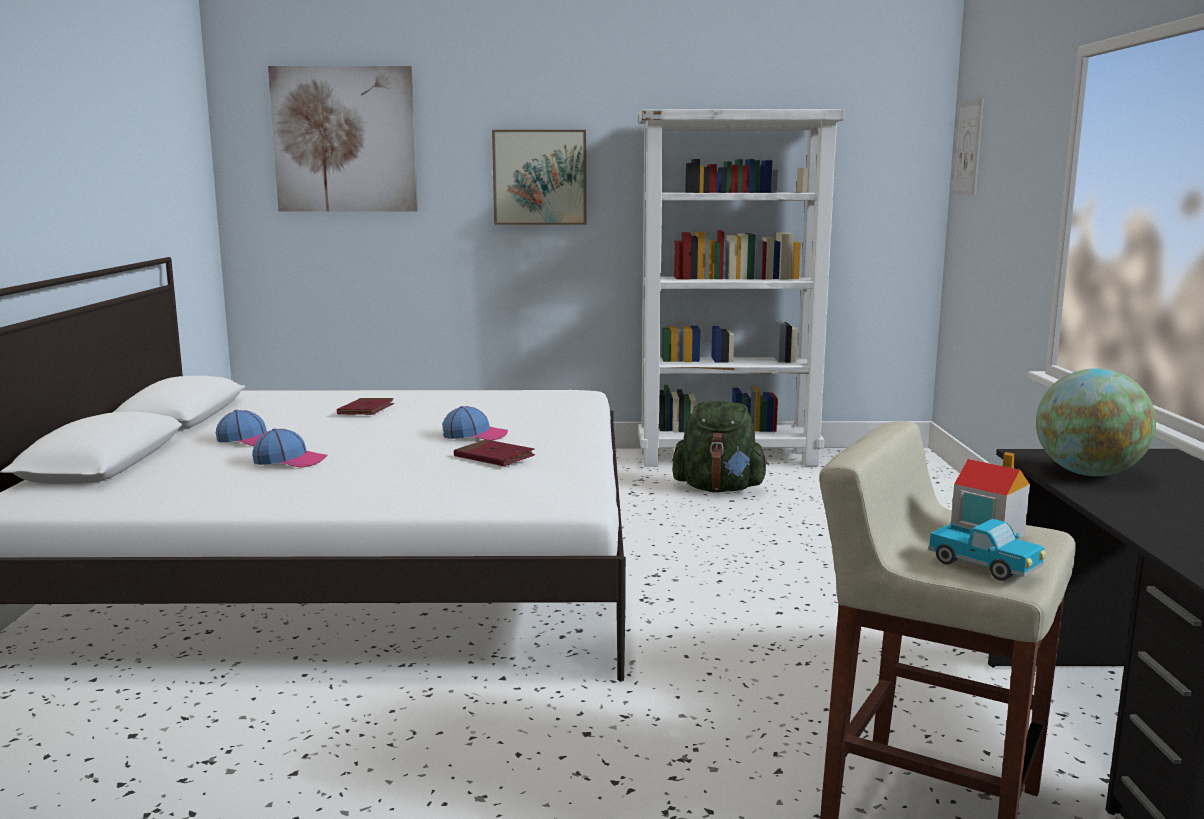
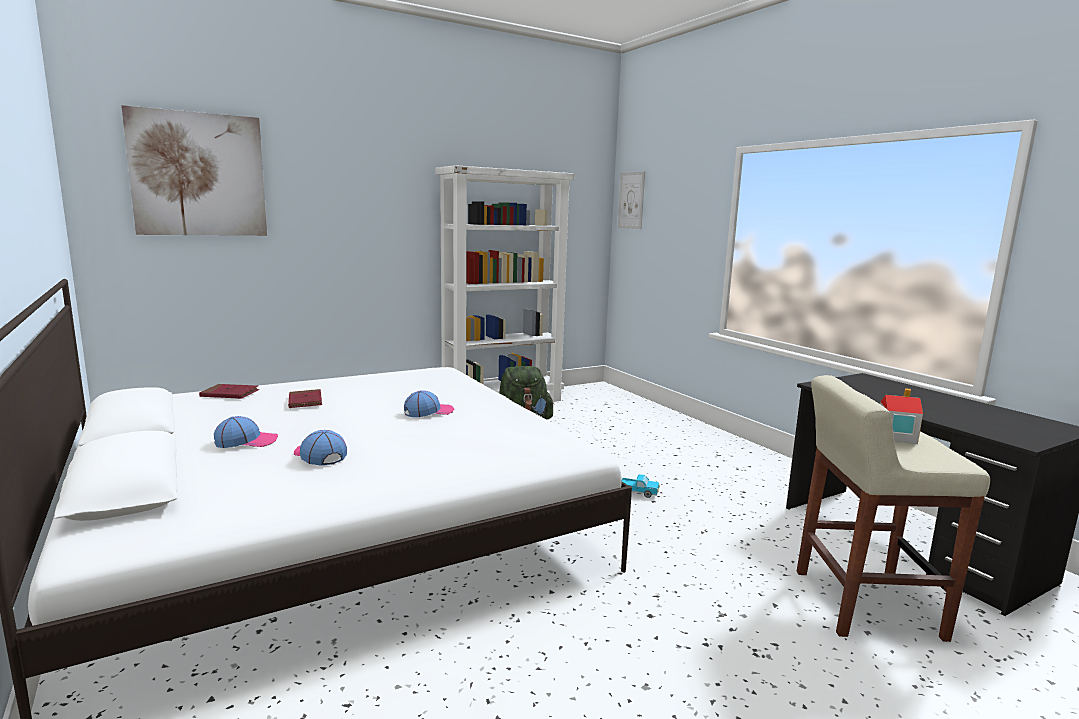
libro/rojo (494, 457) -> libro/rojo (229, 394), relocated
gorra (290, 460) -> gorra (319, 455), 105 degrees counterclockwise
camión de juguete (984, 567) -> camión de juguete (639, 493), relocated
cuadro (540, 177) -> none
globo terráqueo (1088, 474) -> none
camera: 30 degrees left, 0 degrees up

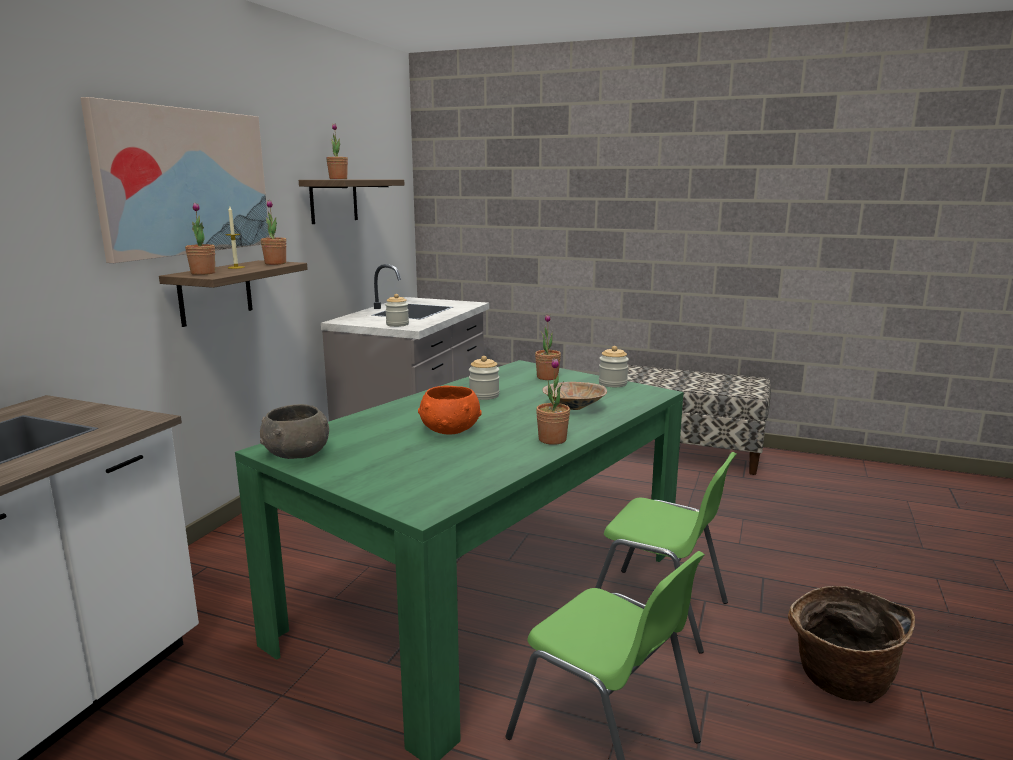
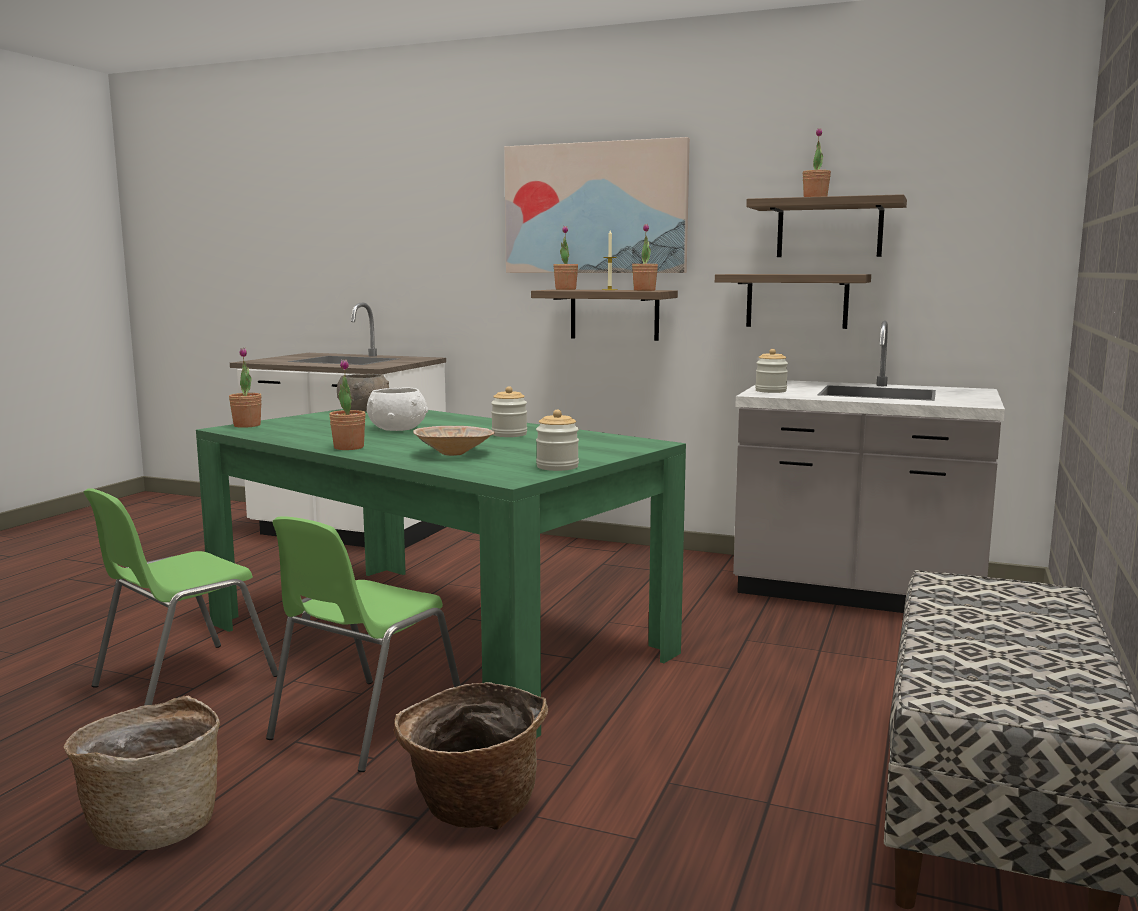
planta en maceta (547, 377) -> planta en maceta (247, 425), relocated
cuenco/naranja (449, 430) -> cuenco/blanco (397, 429)
none -> cesta (472, 808)
none -> estante (797, 301)
camera: 90 degrees right, 5 degrees down

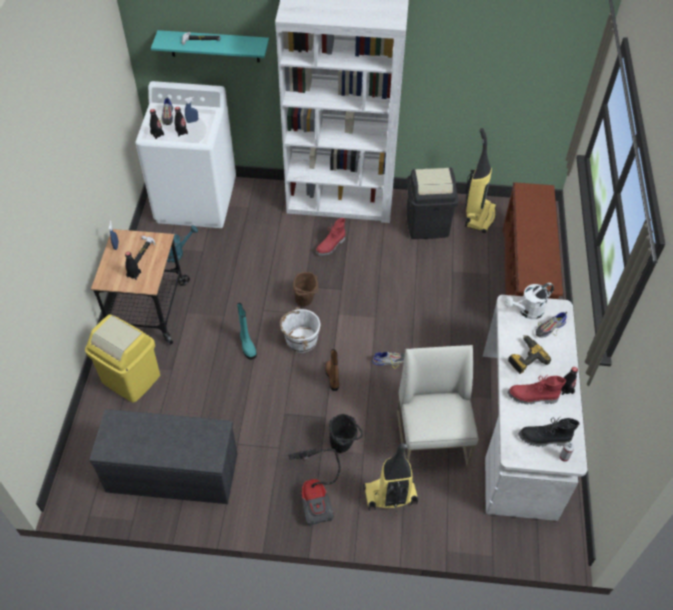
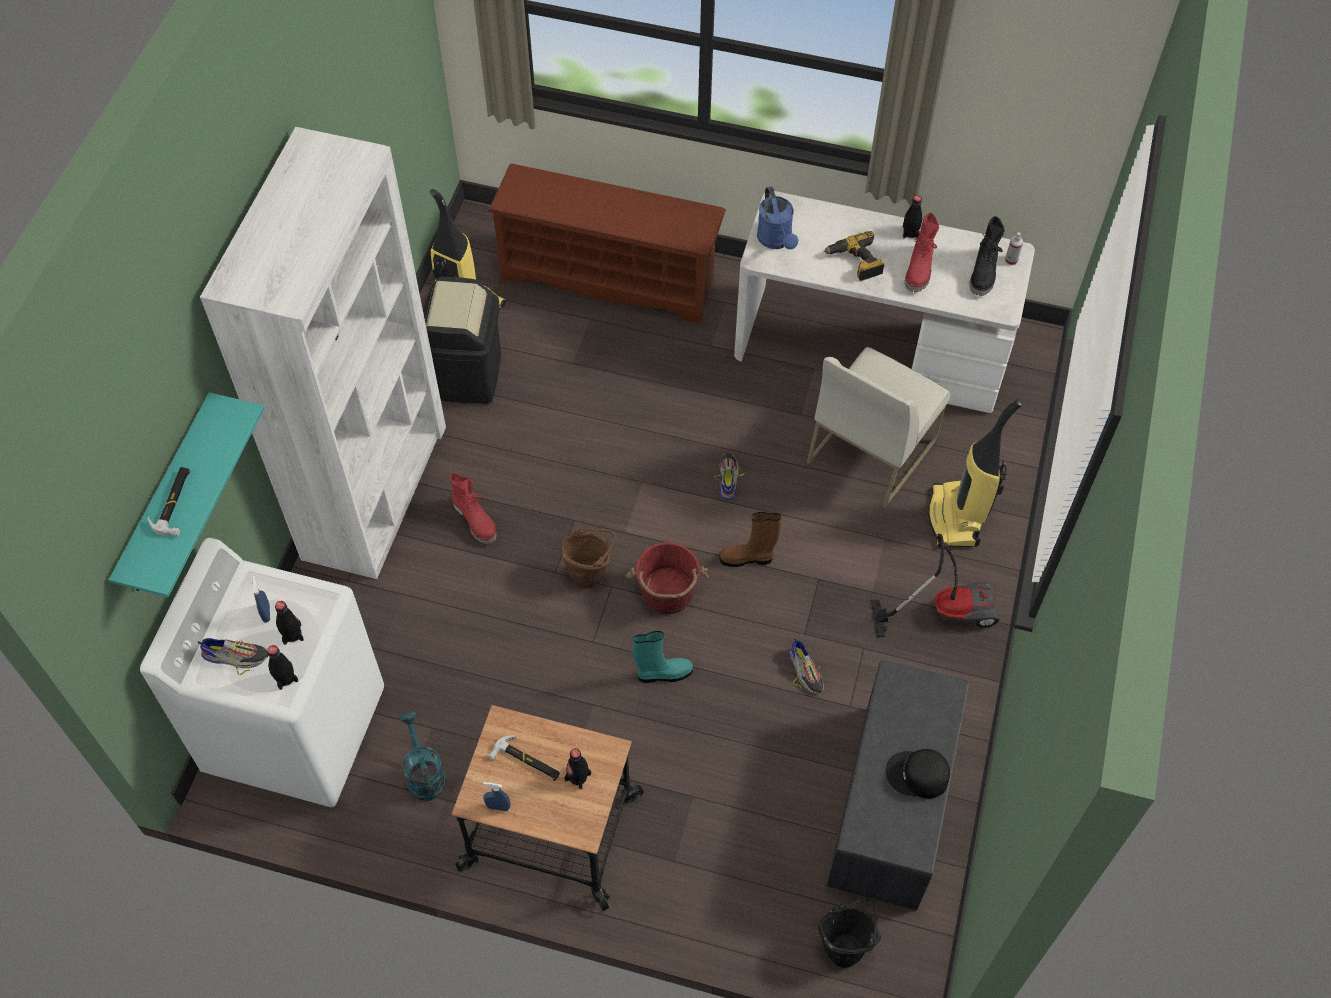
cubo/blanco (300, 340) -> cubo/rojo (667, 593)
regadera/blanco (527, 311) -> regadera/azul (776, 241)
zapato (549, 328) -> zapato (805, 671), relocated
silla/blanco (432, 439) -> silla/blanco (871, 450), 60 degrees counterclockwise
cubo/negro (344, 445) -> cubo/negro (846, 945), relocated
none -> gorra/negro (918, 776)
papelera/amarillo (131, 378) -> none
camera: 80 degrees left, 5 degrees up

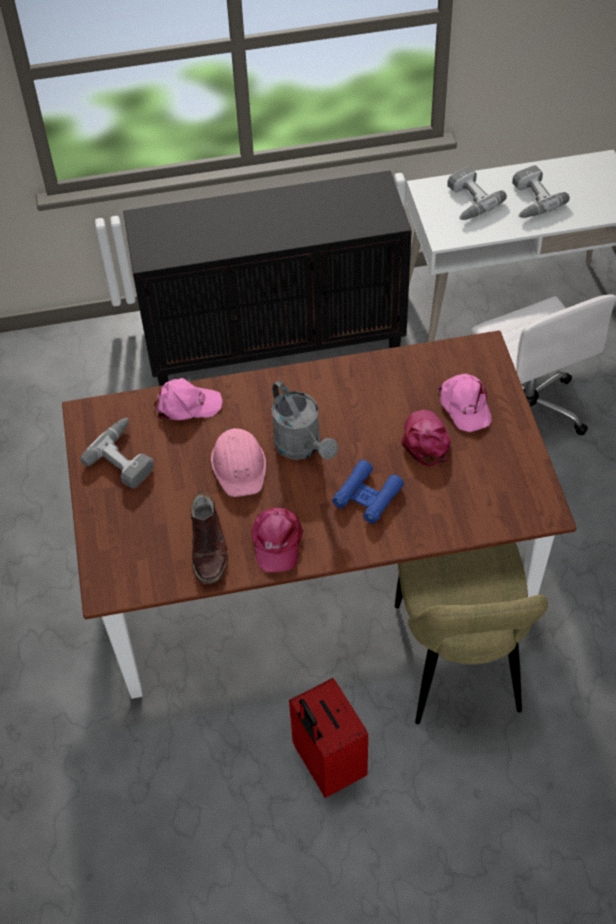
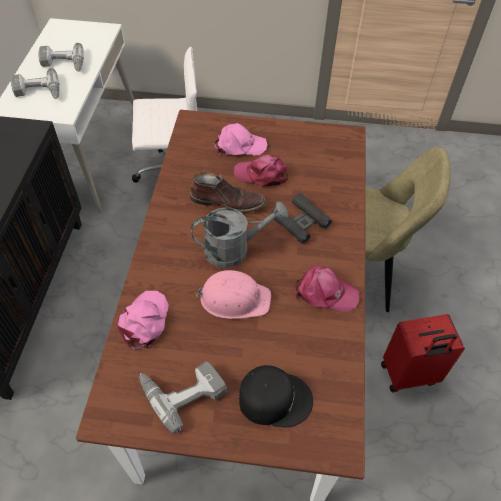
bota/marrón (209, 547) -> bota/marrón (228, 201), relocated
none -> gorra/negro (274, 397)
prismáticos/azul (367, 496) -> prismáticos/negro (300, 222)
camera: 75 degrees left, 0 degrees up

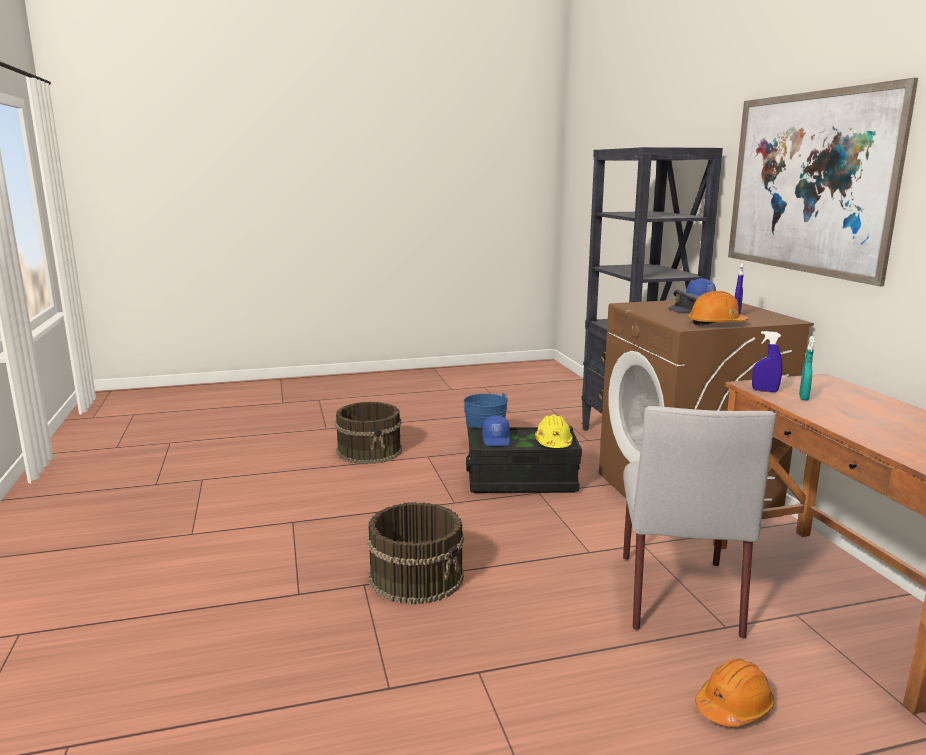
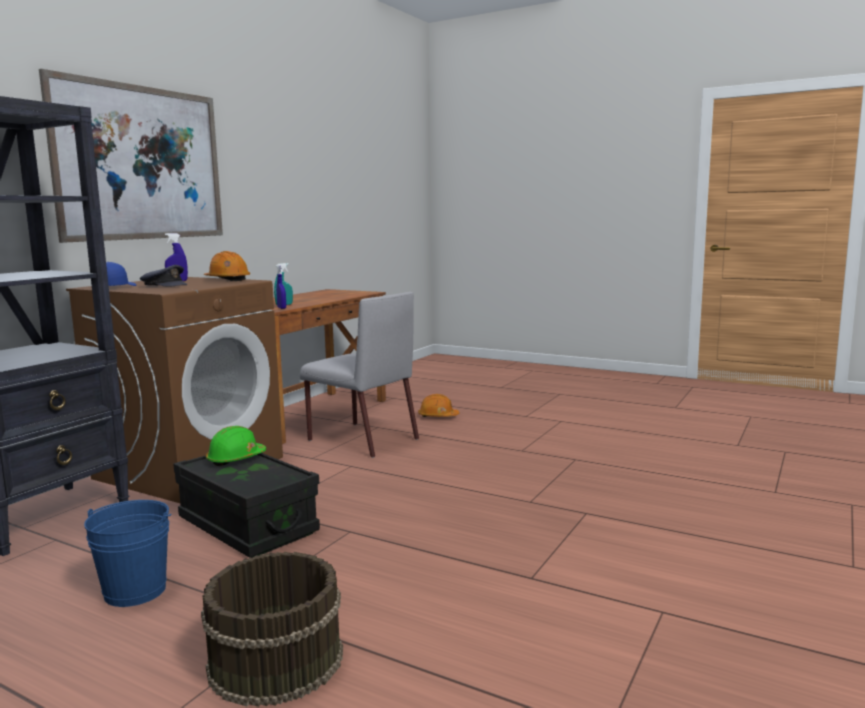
casco/amarillo (553, 443) -> casco/verde (236, 459)
silla/gris (678, 593) -> silla/gris (361, 439), 75 degrees clockwise
cubo/marrón (417, 576) -> none
gorra/azul (497, 439) -> none
camera: 135 degrees left, 5 degrees down

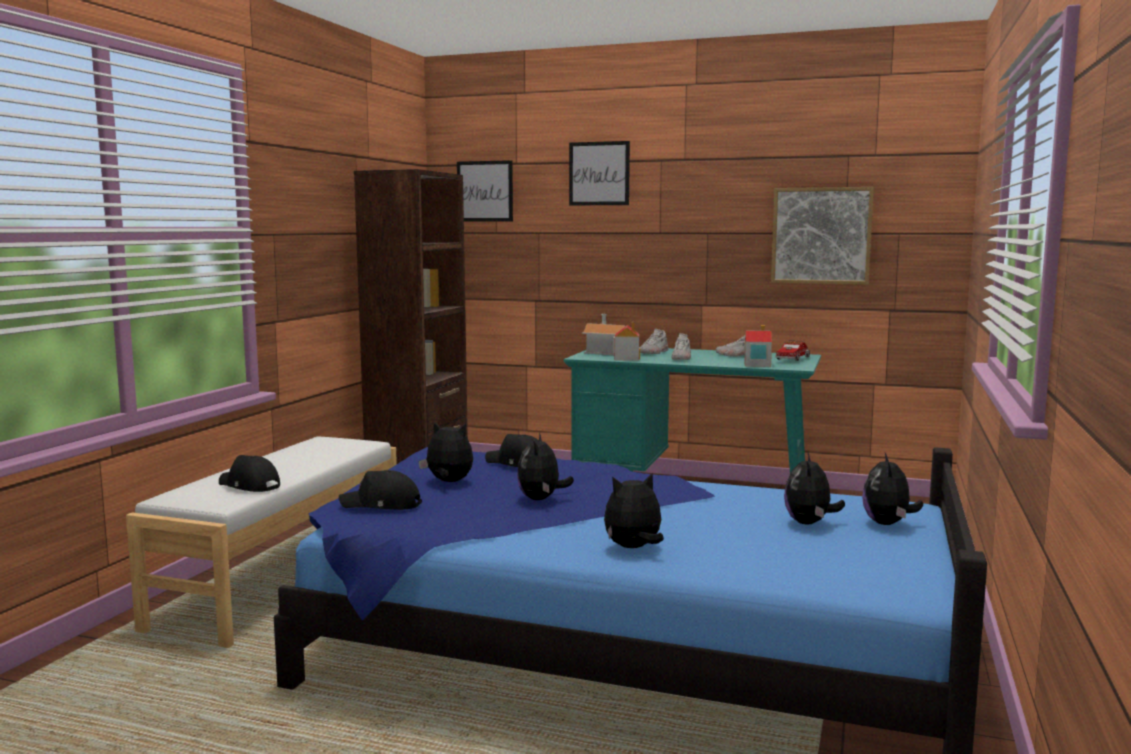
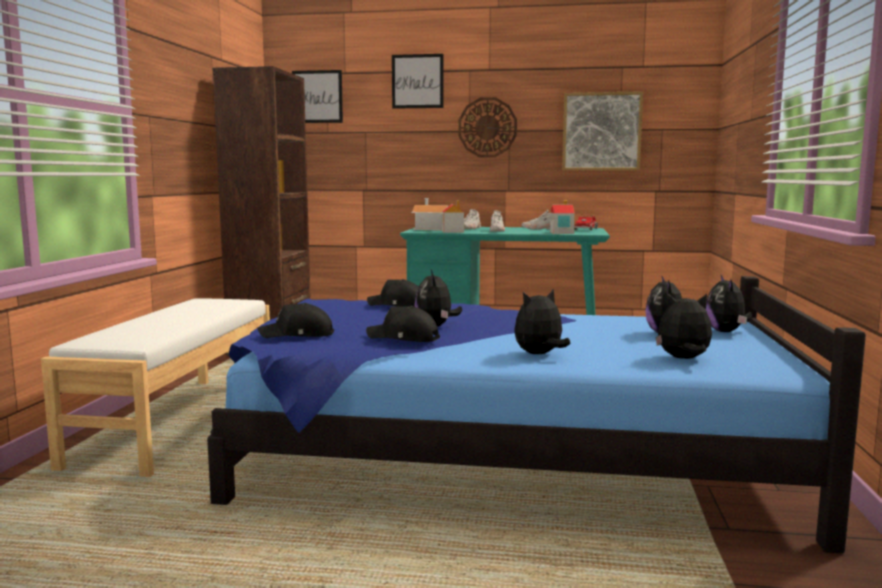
gorra/negro (249, 486) -> gorra/negro (403, 338), relocated
none -> reloj de pared (487, 127)
peluche (448, 482) -> peluche (683, 359), relocated
camera: 10 degrees left, 0 degrees up

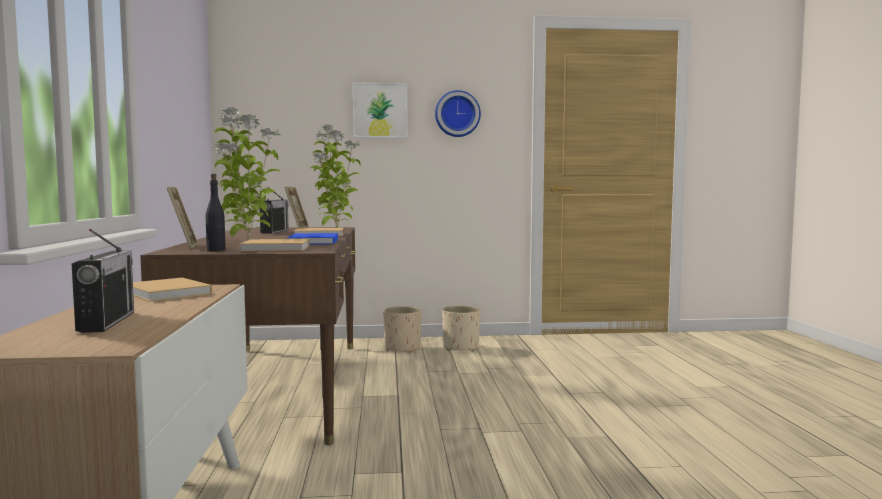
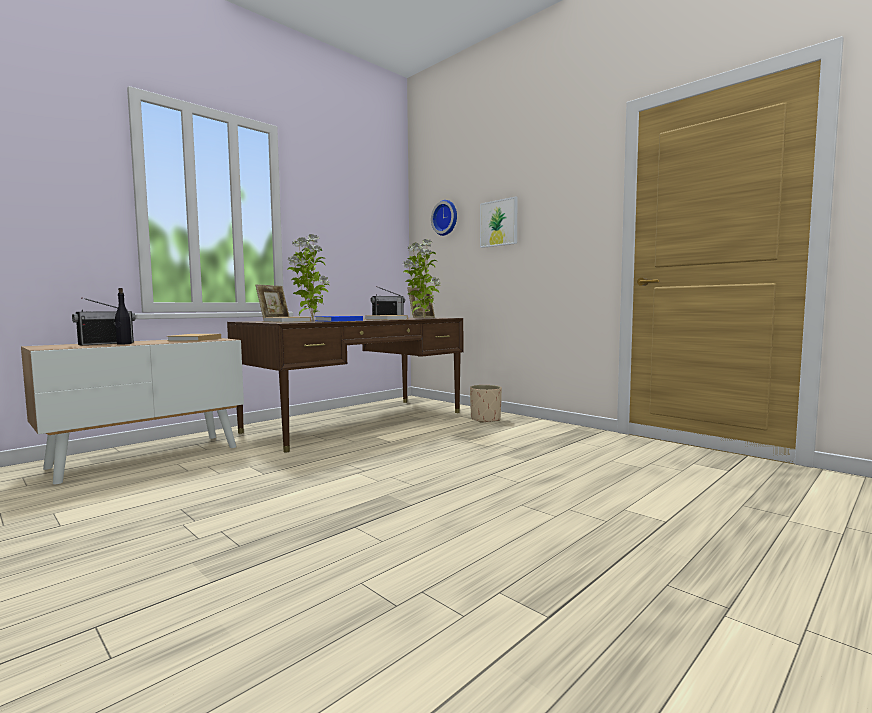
botella/negro (216, 250) -> botella/negro (124, 344), relocated
reloj de pared (457, 114) -> reloj de pared (446, 218), relocated
maceta/beis (461, 348) -> none
camera: 50 degrees right, 0 degrees up

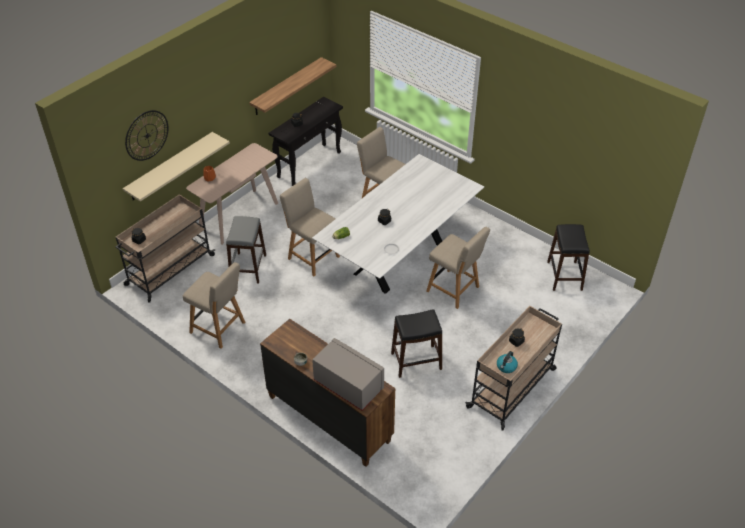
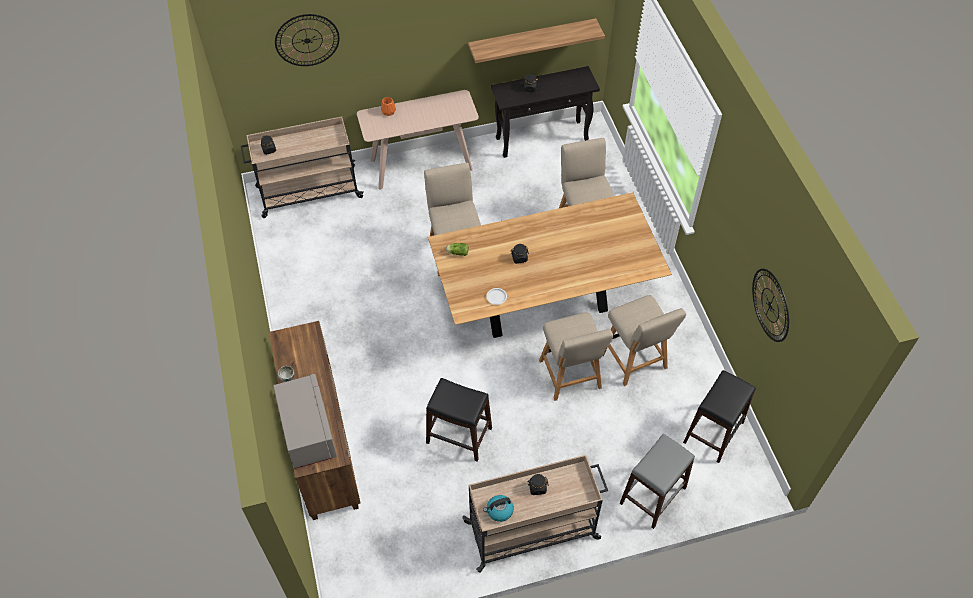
mesa de comedor/blanco (399, 257) -> mesa de comedor/marrón (544, 303)
silla/beis (219, 328) -> silla/beis (635, 361), relocated
taburete/gris (248, 268) -> taburete/gris (653, 495), relocated
none -> reloj de pared (770, 305)
estante/beis (170, 167) -> none
camera: 35 degrees right, 10 degrees up

